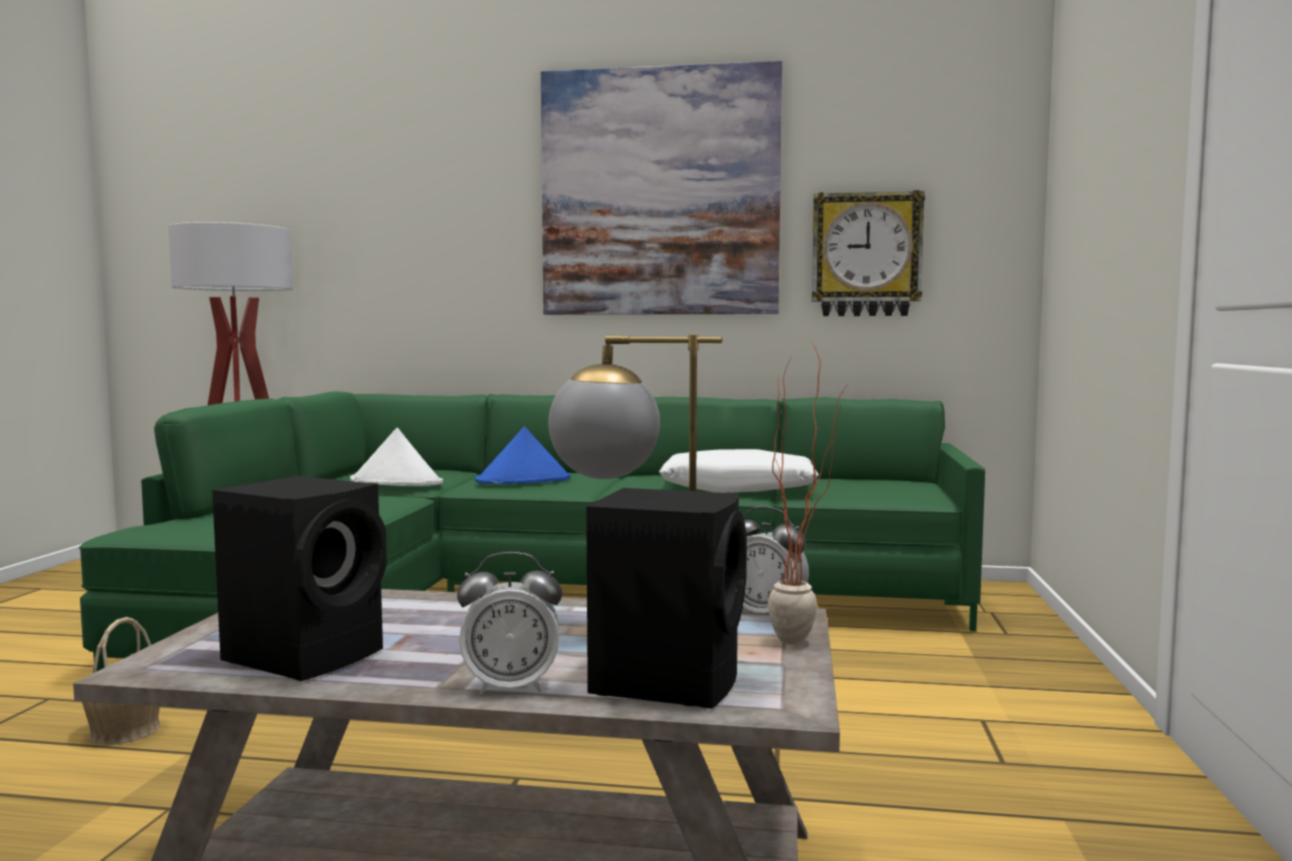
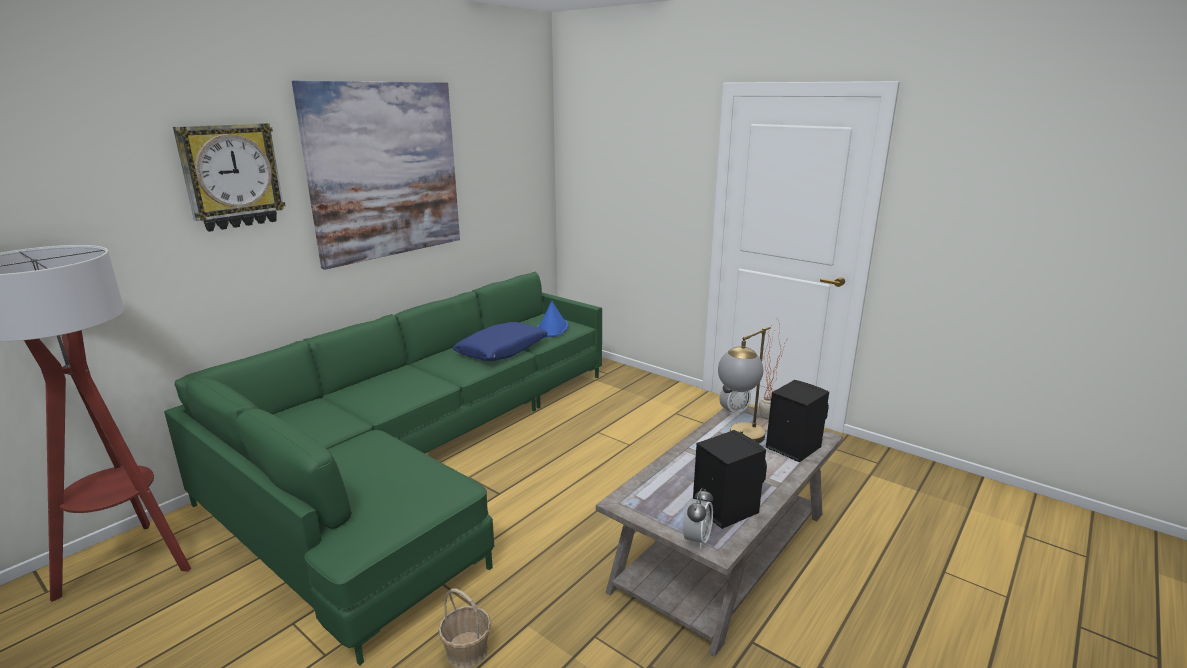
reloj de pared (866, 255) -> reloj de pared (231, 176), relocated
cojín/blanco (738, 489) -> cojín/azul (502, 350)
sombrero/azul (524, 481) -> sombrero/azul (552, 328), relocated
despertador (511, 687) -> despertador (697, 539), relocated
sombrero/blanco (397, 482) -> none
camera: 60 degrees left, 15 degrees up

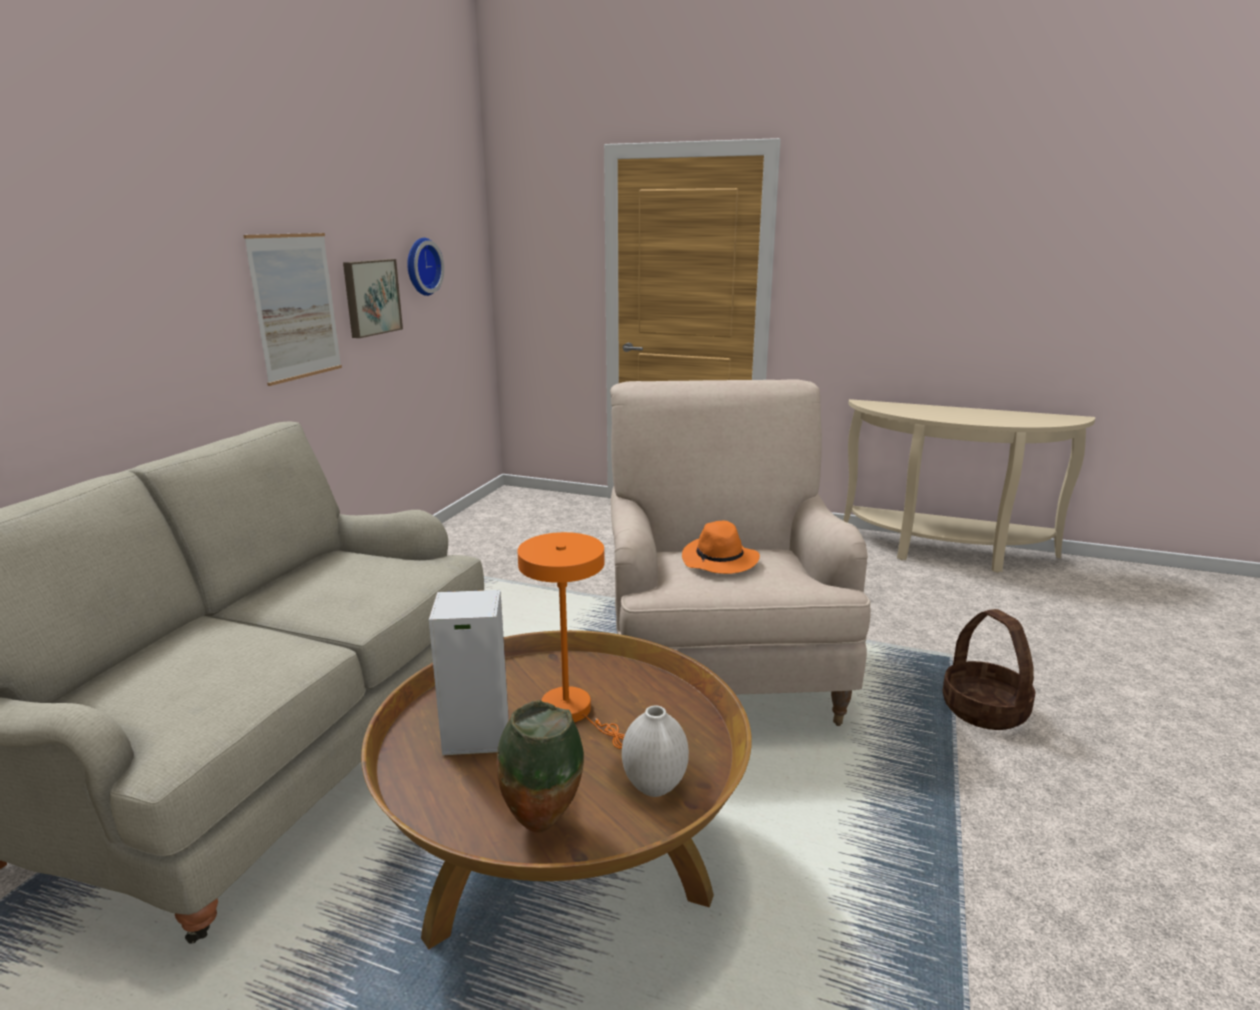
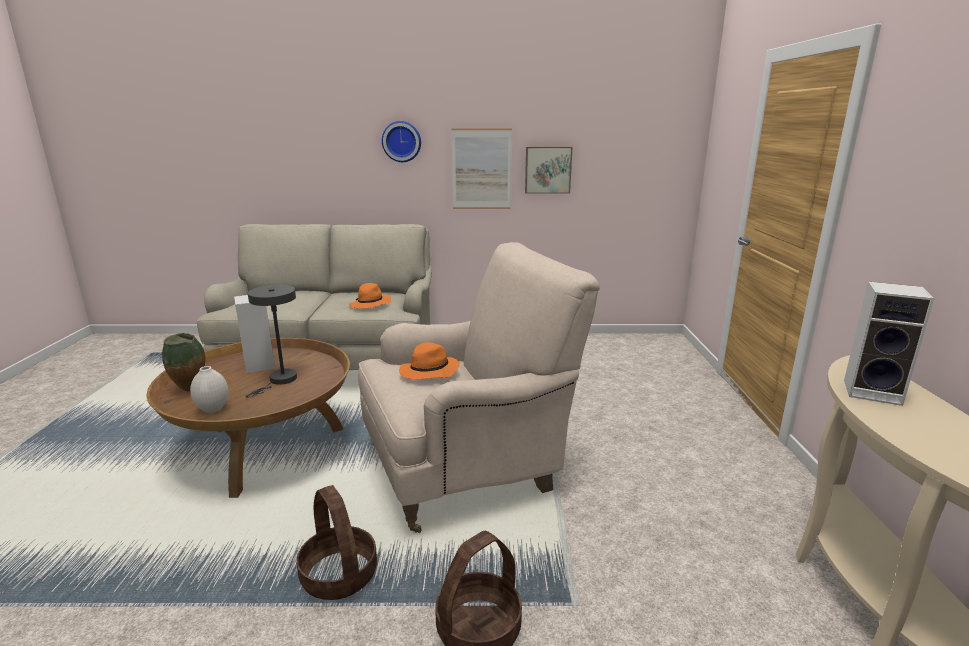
lámpara de mesa/naranja (573, 712) -> lámpara de mesa/gris (280, 381)
none -> cesta (338, 575)
none -> sombrero/naranja (370, 304)
reloj de pared (421, 266) -> reloj de pared (401, 141), relocated
none -> altavoz (874, 392)
camera: 70 degrees right, 0 degrees up

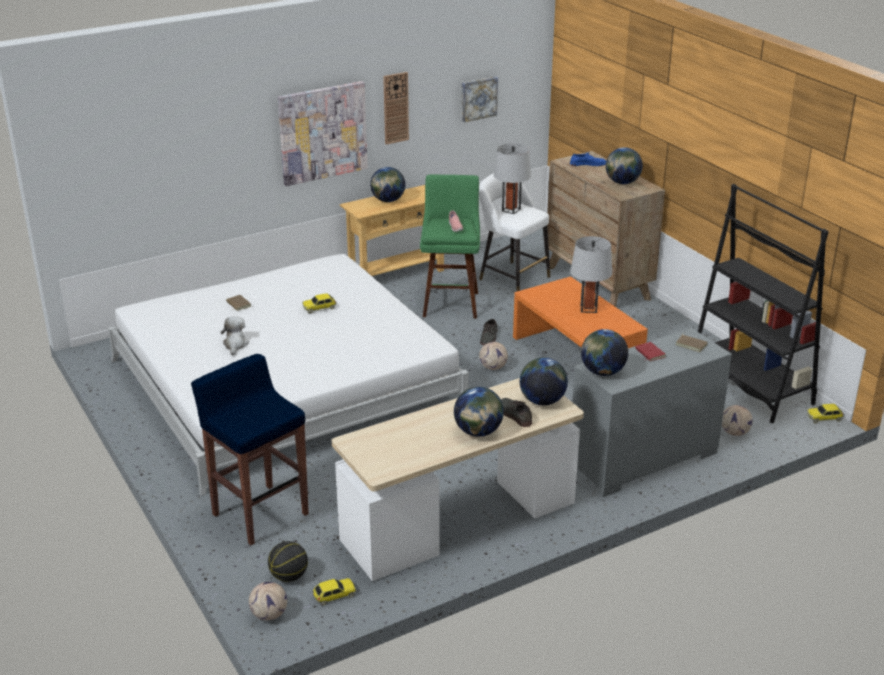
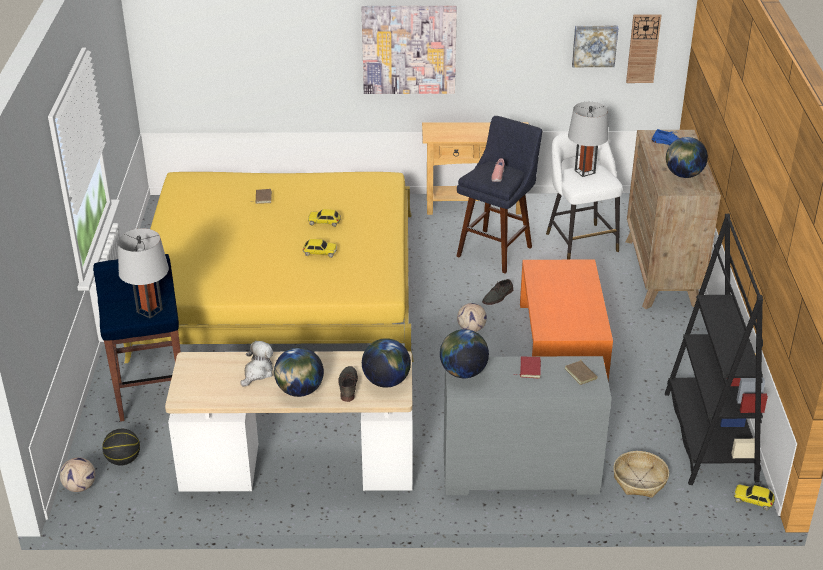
lámpara de mesa/gris (588, 308) -> lámpara de mesa/gris (149, 310), relocated
cama/blanco (286, 383) -> cama/amarillo (280, 283)
peluche (235, 344) -> peluche (257, 373), relocated
coche de juguete (334, 596) -> coche de juguete (320, 253), relocated
taburete/verde (451, 302) -> taburete/azul (497, 249)
balón de fútbol (735, 433) -> cesta (639, 481)
reloj de pared (395, 108) -> reloj de pared (643, 48), relocated
globo terráqueo (388, 200) -> none
camera: 30 degrees right, 5 degrees up

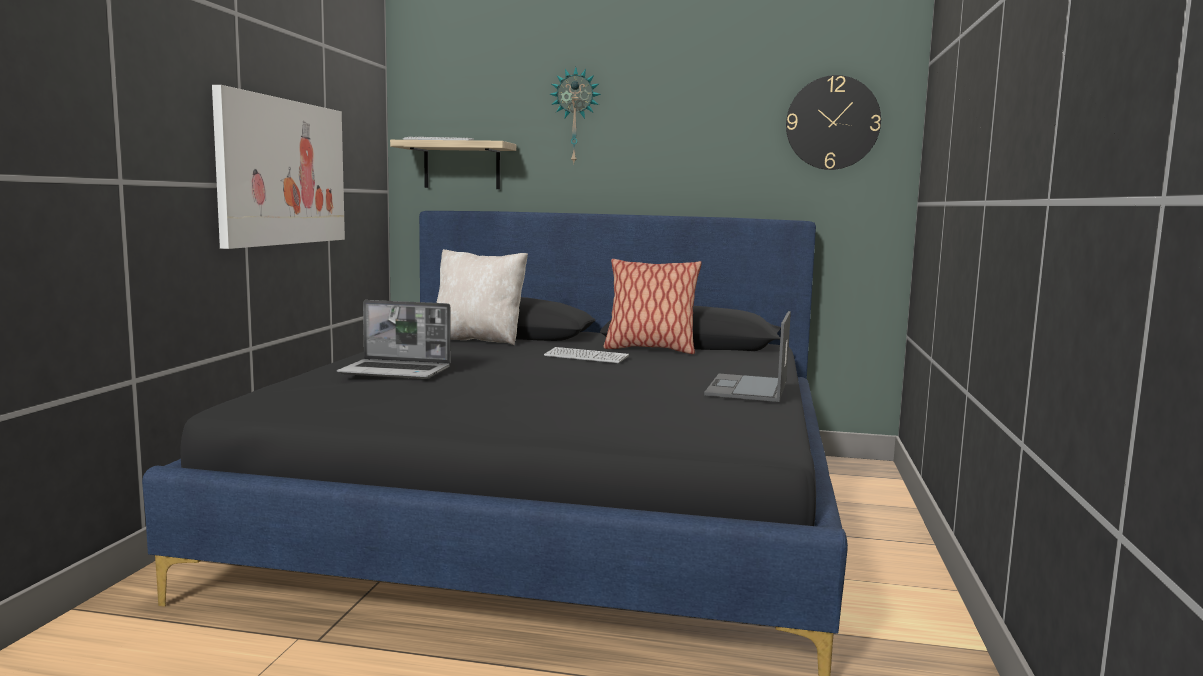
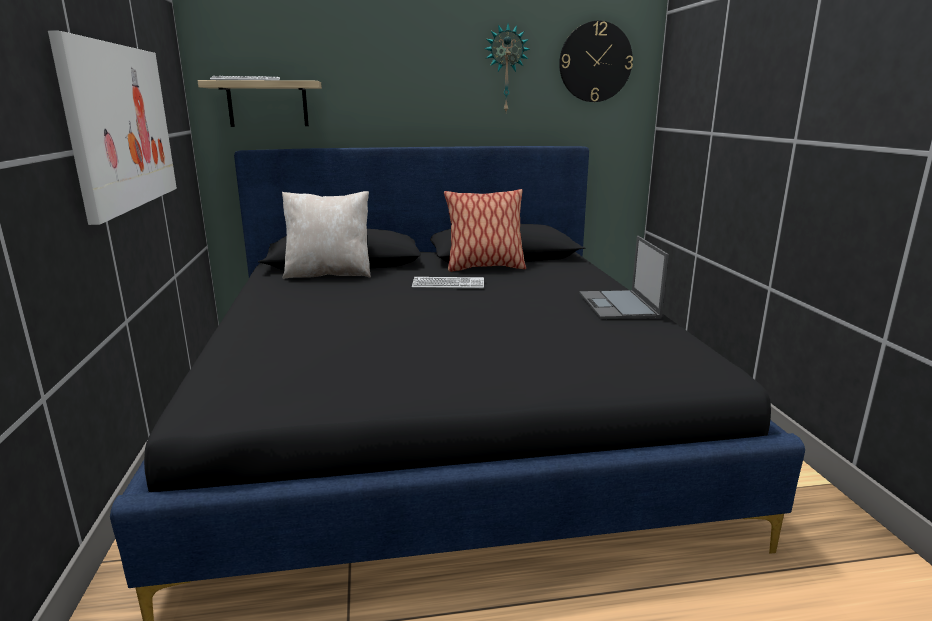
reloj de pared (575, 116) -> reloj de pared (506, 69), relocated
portátil (397, 371) -> none
camera: 20 degrees left, 10 degrees up

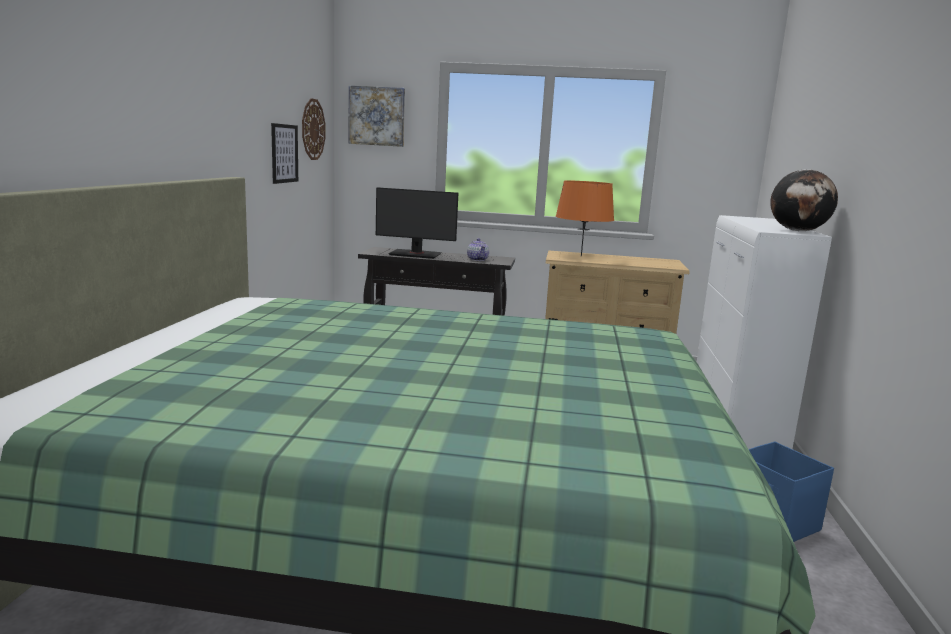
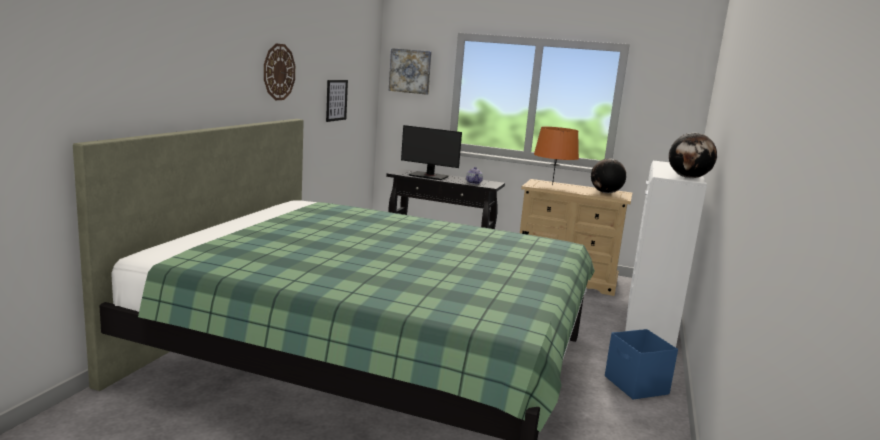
reloj de pared (312, 129) -> reloj de pared (279, 72), relocated
none -> globo terráqueo (605, 193)
camera: 10 degrees right, 0 degrees up

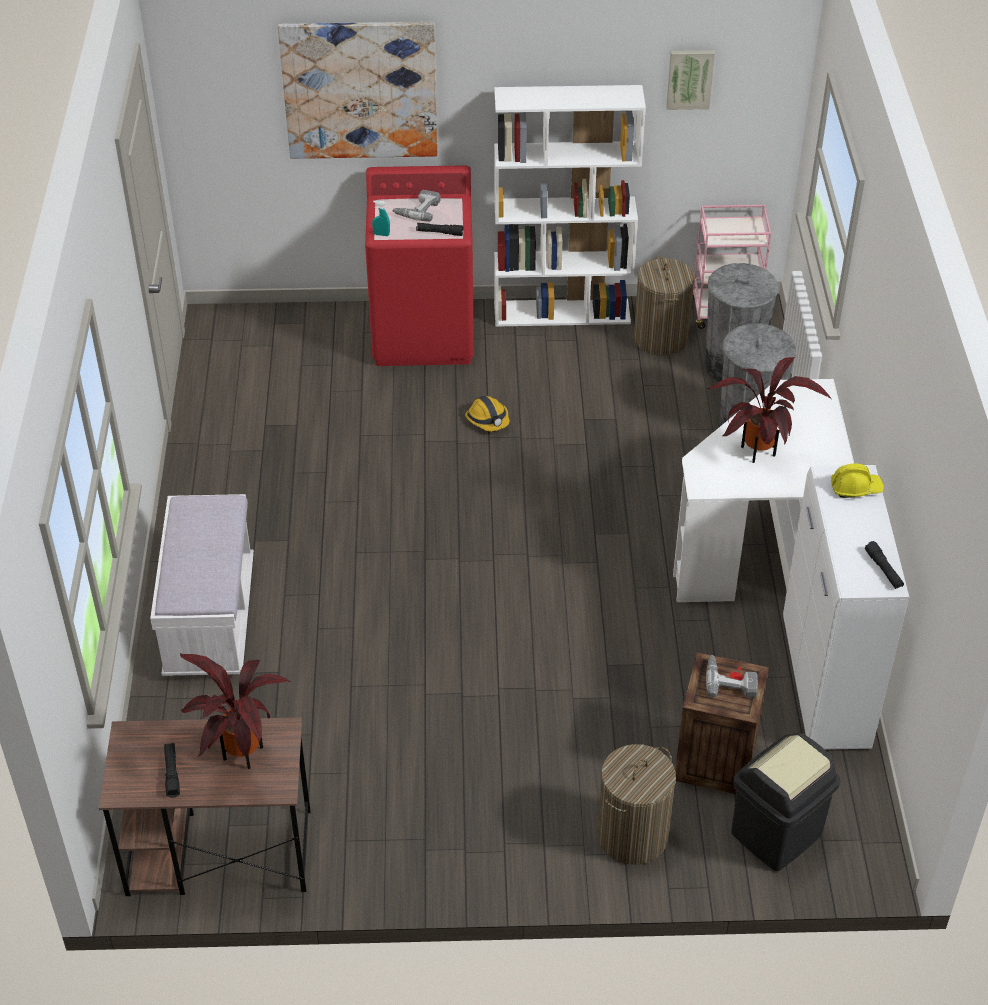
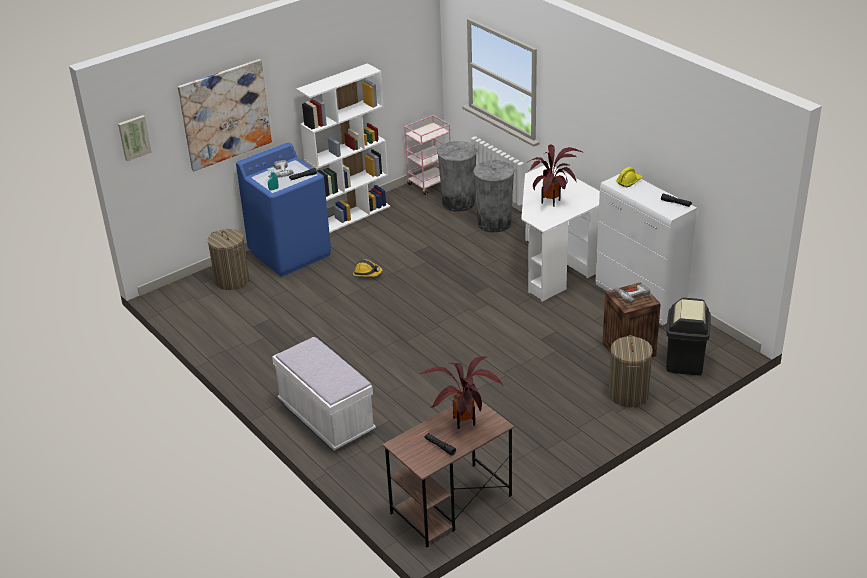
cuadro (690, 78) -> cuadro (134, 137), relocated
cesto de la ropa (660, 338) -> cesto de la ropa (232, 280), relocated
lavadora/rojo (424, 334) -> lavadora/azul (290, 253)
camera: 35 degrees left, 10 degrees down

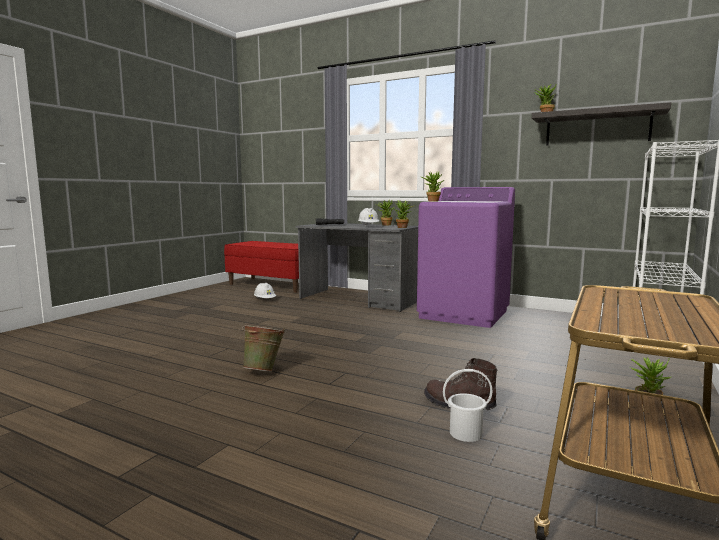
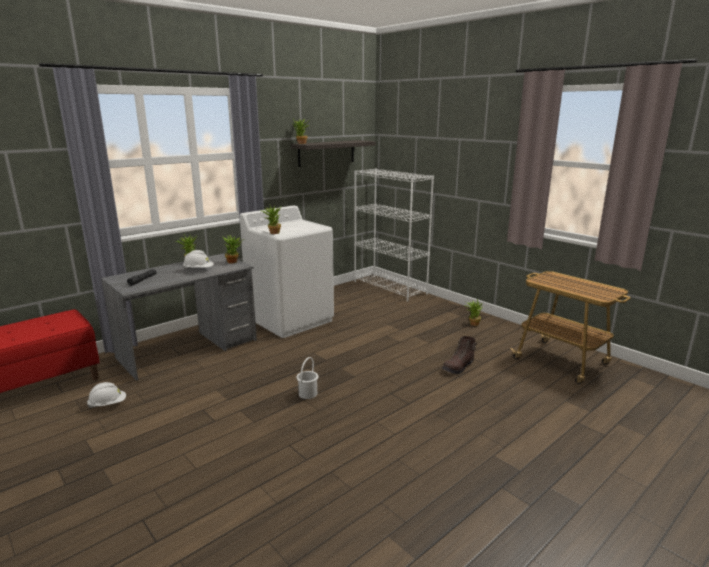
lavadora/morado (464, 314) -> lavadora/blanco (291, 319)
cubo/blanco (466, 433) -> cubo/blanco (308, 394), relocated
cubo/verde (264, 371) -> none
camera: 70 degrees left, 10 degrees up

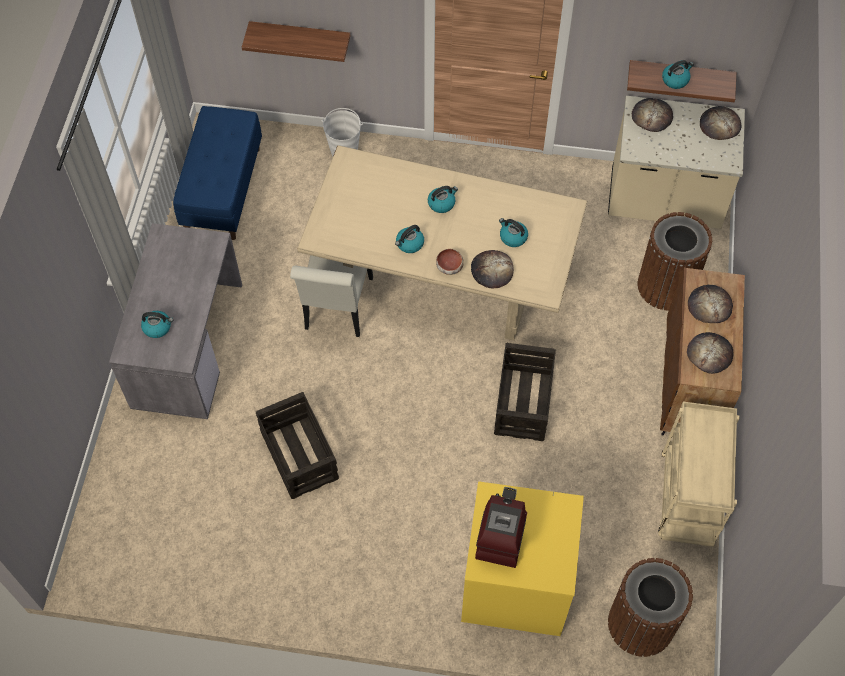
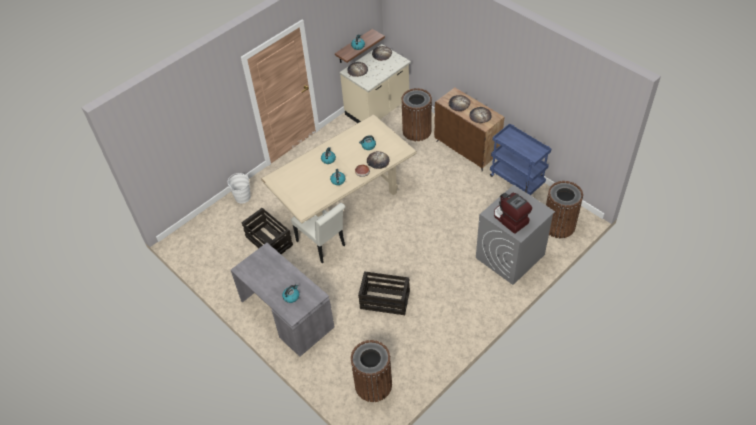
caja de embalaje (523, 401) -> caja de embalaje (269, 241), relocated
none -> papelera/marrón (373, 385)
lavadora/amarillo (514, 584) -> lavadora/gris (510, 256)
carrito/beis (687, 500) -> carrito/azul (517, 180)
banco/azul (223, 189) -> none
estante (300, 37) -> none
camera: 50 degrees left, 10 degrees down

